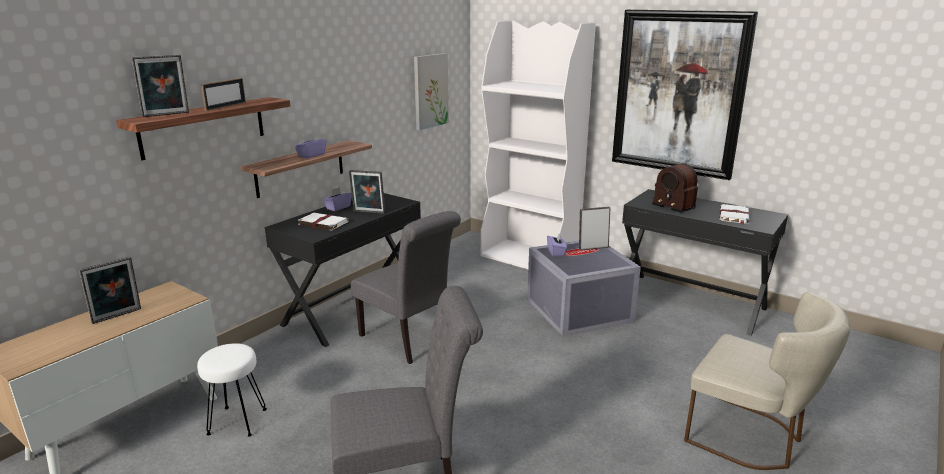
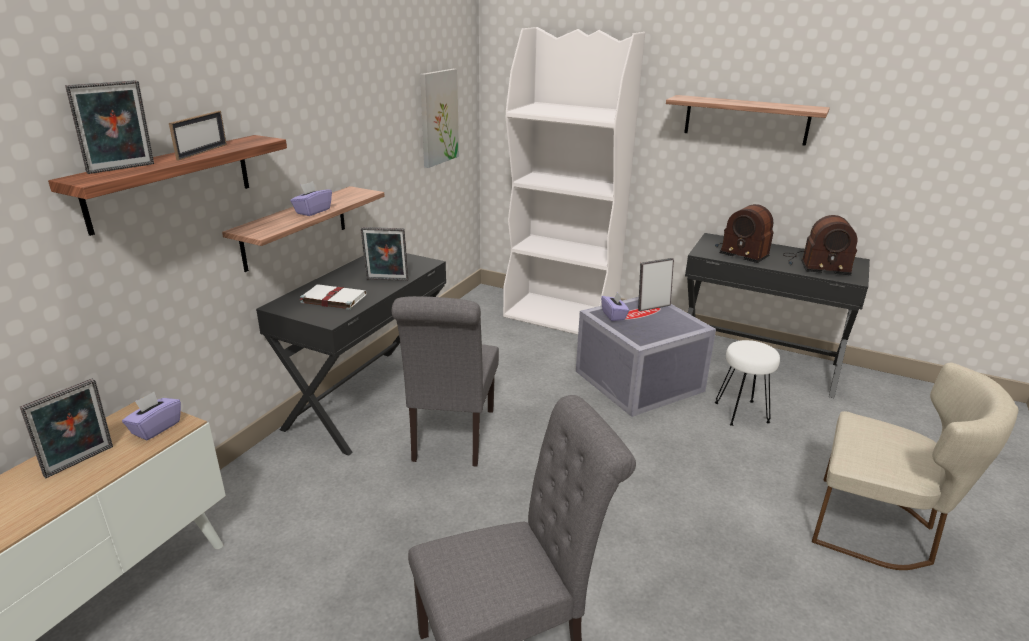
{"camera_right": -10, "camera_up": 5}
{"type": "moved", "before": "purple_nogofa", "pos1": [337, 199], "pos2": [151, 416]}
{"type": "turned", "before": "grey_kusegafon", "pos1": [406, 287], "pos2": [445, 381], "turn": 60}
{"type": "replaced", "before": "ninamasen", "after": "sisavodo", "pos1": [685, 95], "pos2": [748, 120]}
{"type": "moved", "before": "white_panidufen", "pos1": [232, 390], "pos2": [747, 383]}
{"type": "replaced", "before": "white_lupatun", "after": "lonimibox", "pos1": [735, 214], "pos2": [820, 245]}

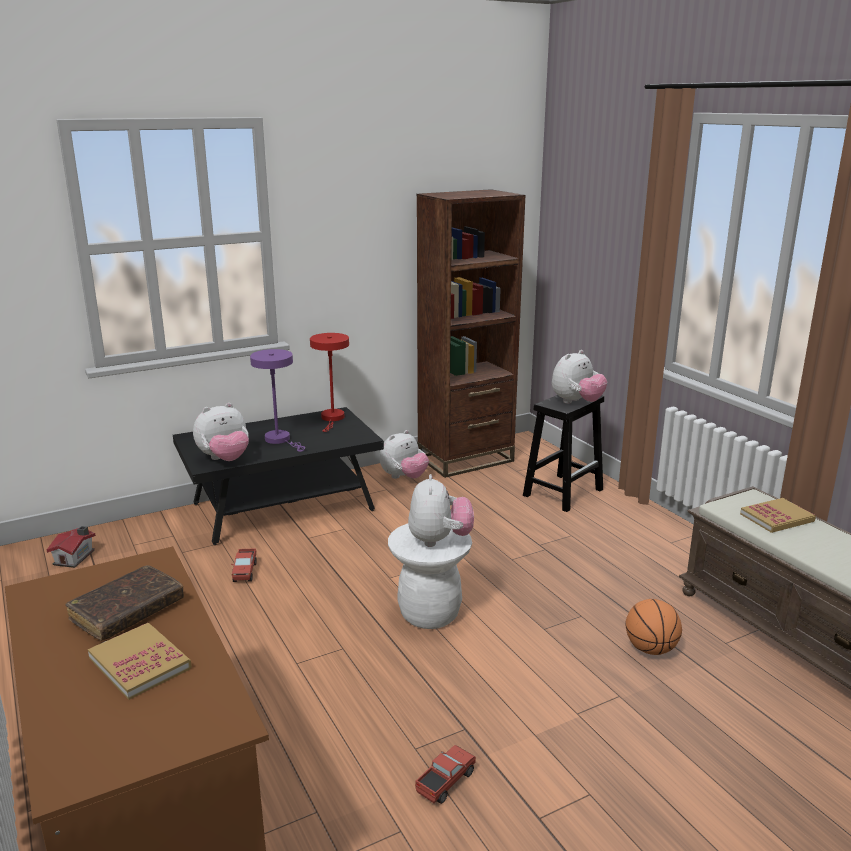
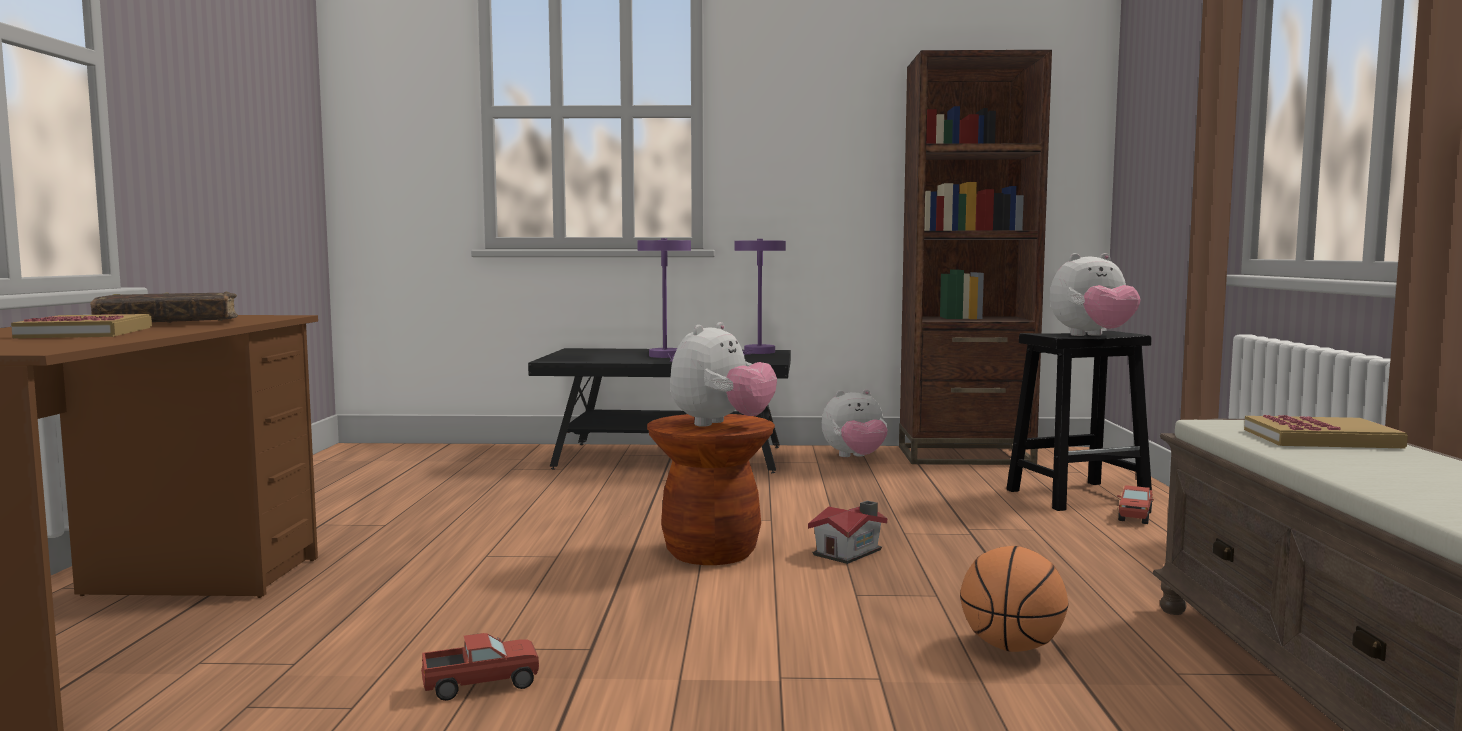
{"camera_right": 30, "camera_up": -15}
{"type": "recoloured", "before": "white_panidufen", "after": "brown_panidufen", "pos1": [430, 576], "pos2": [711, 489]}
{"type": "recoloured", "before": "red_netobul", "after": "purple_netobul", "pos1": [329, 382], "pos2": [760, 297]}
{"type": "moved", "before": "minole", "pos1": [71, 547], "pos2": [847, 532]}
{"type": "moved", "before": "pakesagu", "pos1": [244, 565], "pos2": [1135, 504]}
{"type": "removed", "before": "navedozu", "pos1": [221, 432]}

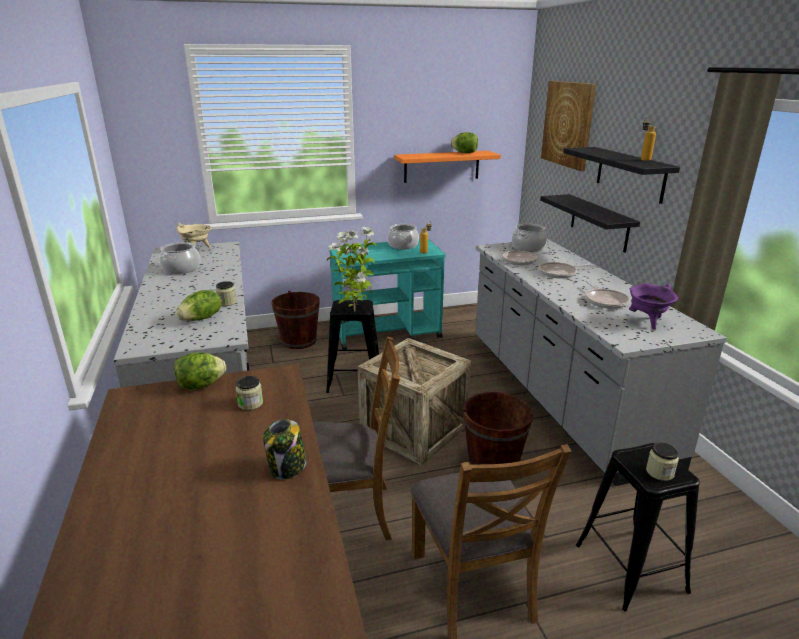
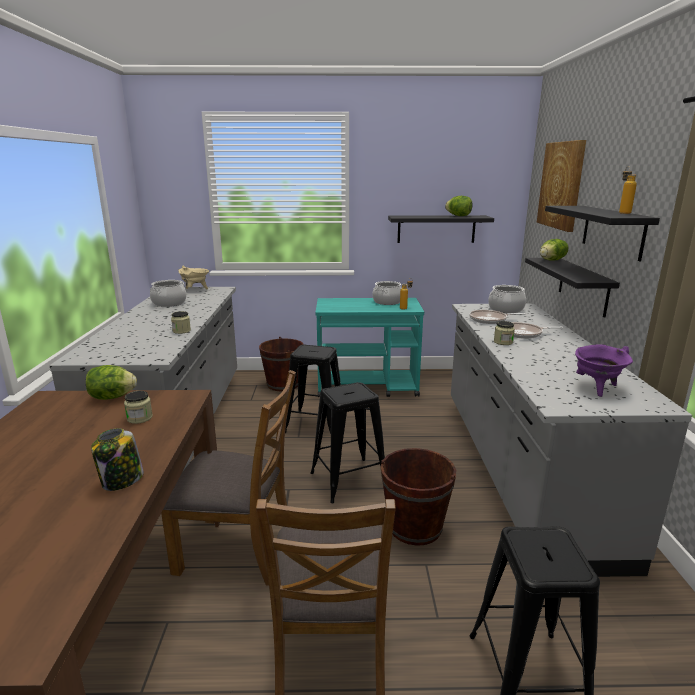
{"camera_right": 15, "camera_up": -5}
{"type": "replaced", "before": "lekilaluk", "after": "black_panidufen", "pos1": [414, 401], "pos2": [347, 442]}
{"type": "recoloured", "before": "orange_sisavodo", "after": "black_sisavodo", "pos1": [447, 167], "pos2": [441, 229]}
{"type": "moved", "before": "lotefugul", "pos1": [662, 462], "pos2": [504, 333]}
{"type": "moved", "before": "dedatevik", "pos1": [199, 305], "pos2": [554, 250]}
{"type": "removed", "before": "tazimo", "pos1": [351, 269]}
{"type": "removed", "before": "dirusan", "pos1": [607, 294]}

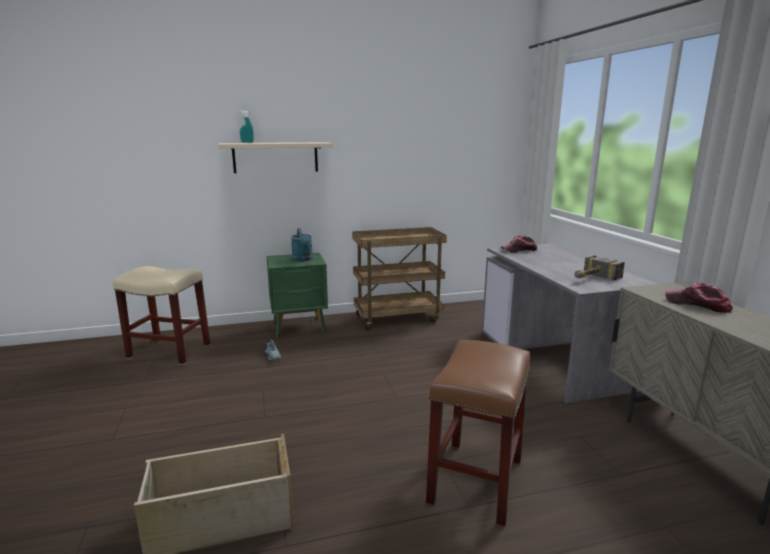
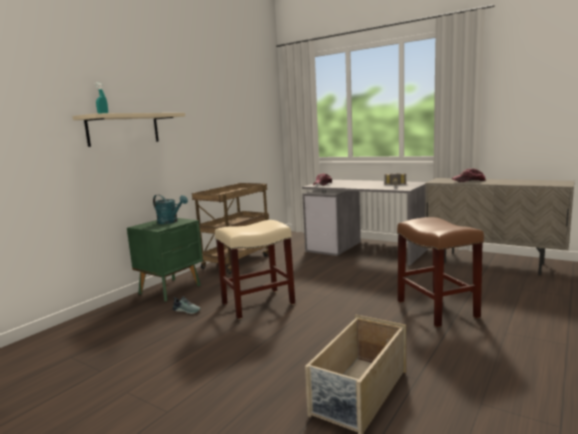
{"camera_right": -40, "camera_up": -5}
{"type": "moved", "before": "beige_panidufen", "pos1": [161, 315], "pos2": [255, 270]}

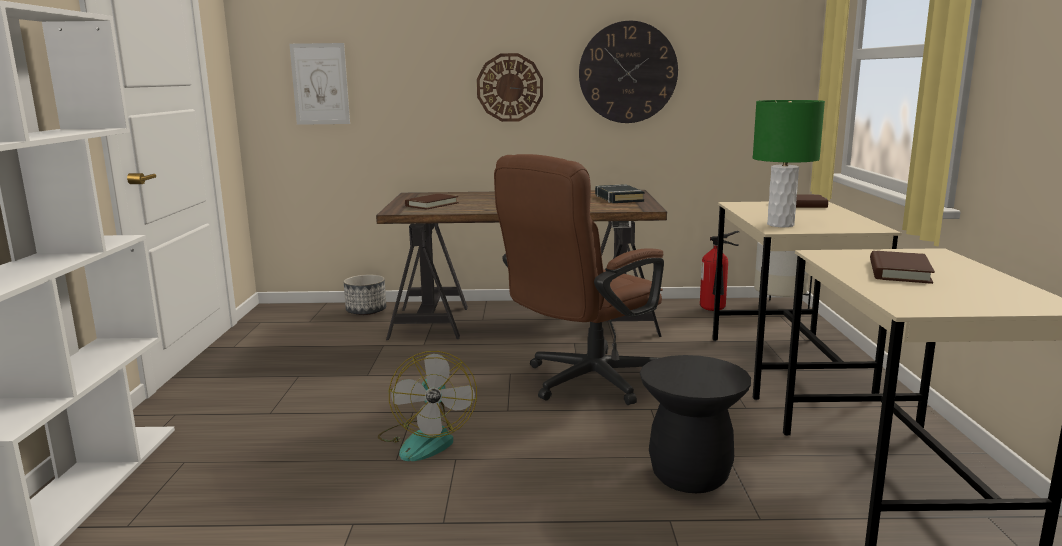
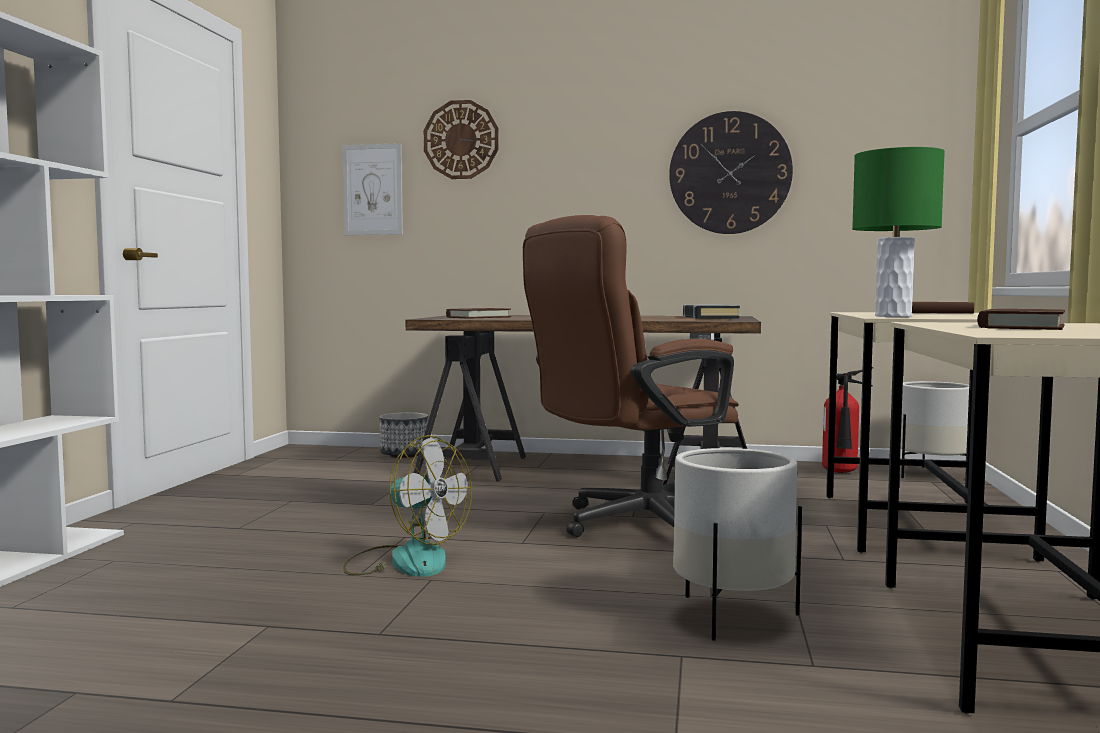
{"camera_right": 10, "camera_up": -10}
{"type": "turned", "before": "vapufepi", "pos1": [427, 406], "pos2": [407, 506], "turn": -60}
{"type": "moved", "before": "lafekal", "pos1": [510, 87], "pos2": [461, 139]}
{"type": "replaced", "before": "black_panidufen", "after": "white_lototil", "pos1": [695, 424], "pos2": [737, 544]}

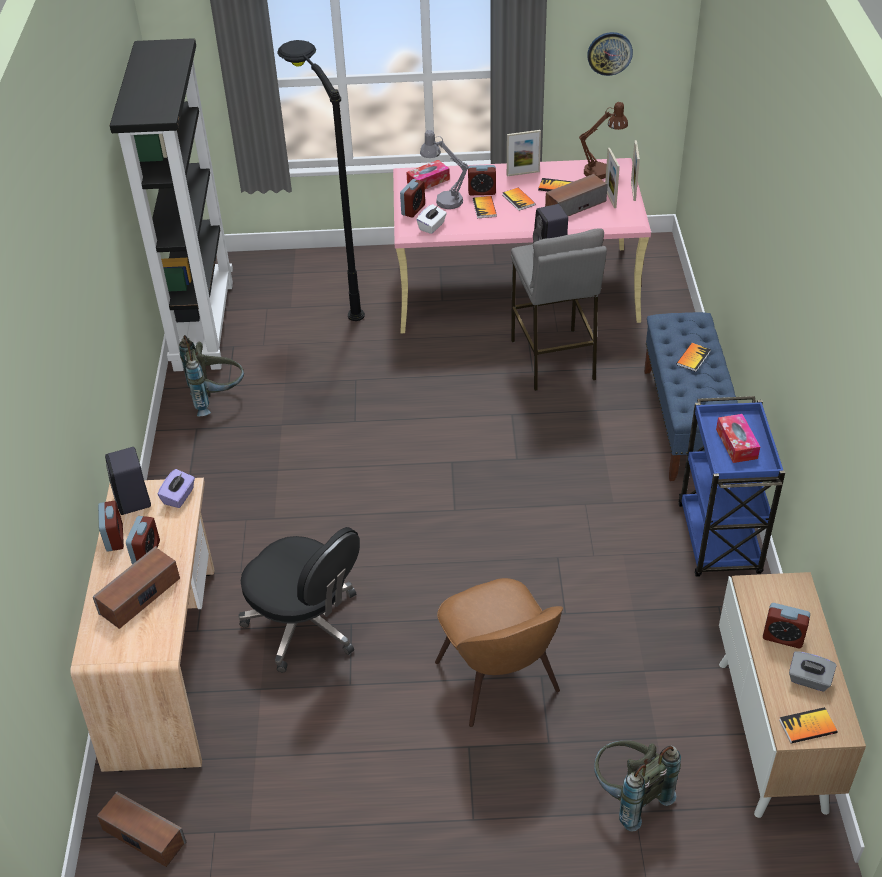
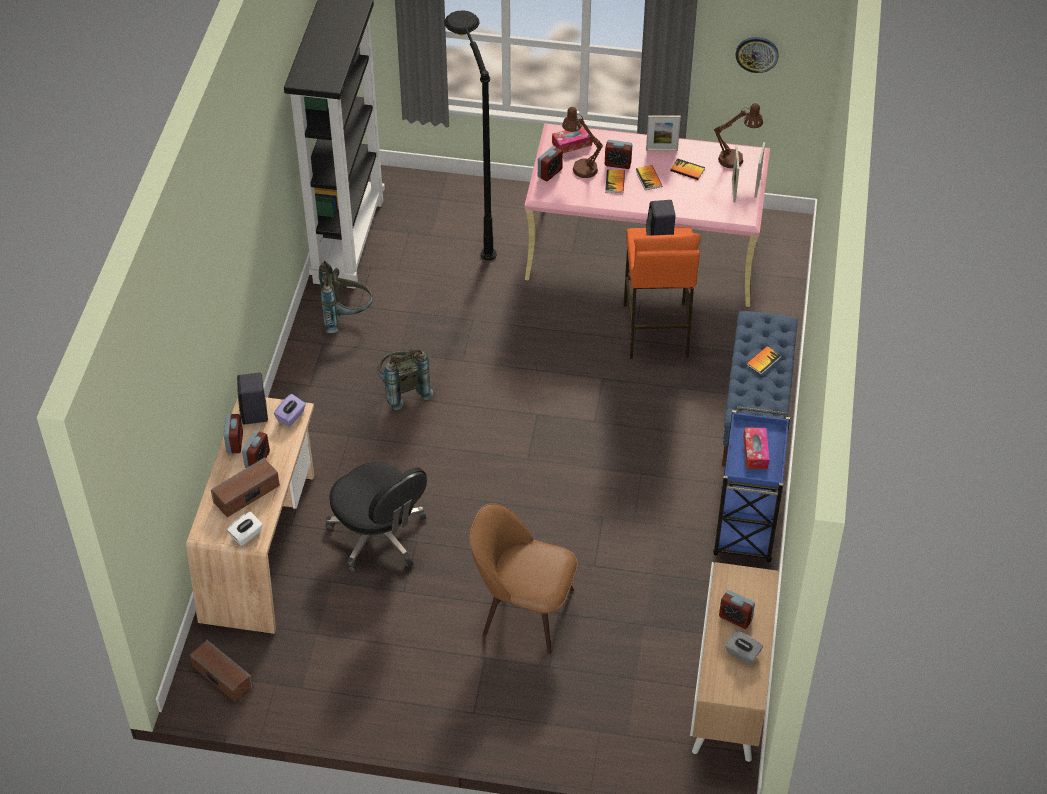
{"camera_right": 10, "camera_up": 5}
{"type": "moved", "before": "white_nogofa", "pos1": [431, 219], "pos2": [245, 529]}
{"type": "moved", "before": "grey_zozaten", "pos1": [637, 786], "pos2": [405, 379]}
{"type": "turned", "before": "brown_kusegafon", "pos1": [499, 652], "pos2": [523, 578], "turn": 120}
{"type": "recoloured", "before": "grey_netobul", "after": "brown_netobul", "pos1": [444, 169], "pos2": [582, 142]}
{"type": "recoloured", "before": "grey_panidufen", "after": "orange_panidufen", "pos1": [559, 309], "pos2": [662, 293]}
{"type": "removed", "before": "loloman", "pos1": [576, 195]}
{"type": "removed", "before": "lupatun", "pos1": [808, 725]}

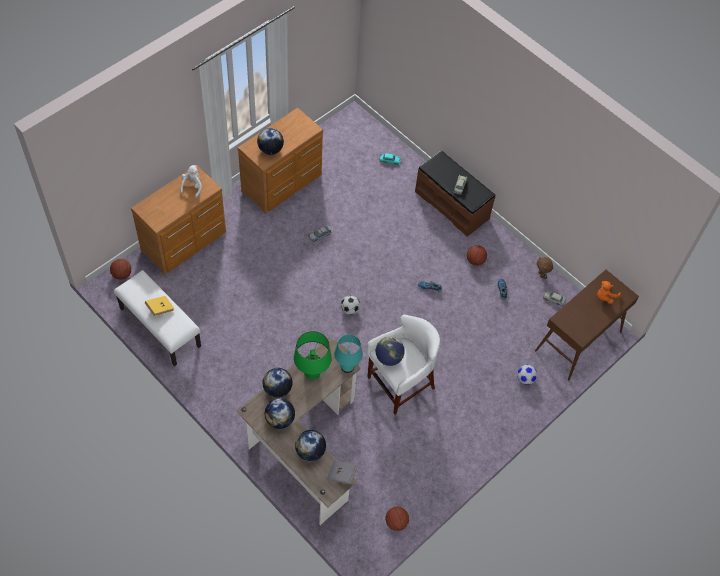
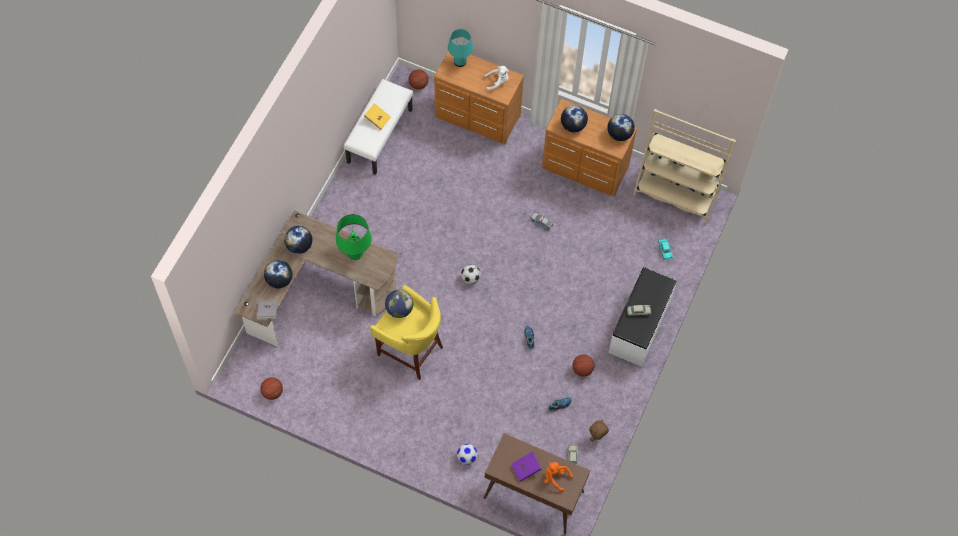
{"camera_right": 70, "camera_up": 5}
{"type": "recoloured", "before": "white_panidufen", "after": "yellow_panidufen", "pos1": [403, 364], "pos2": [406, 332]}
{"type": "moved", "before": "turquoise_netobul", "pos1": [348, 354], "pos2": [460, 48]}
{"type": "added", "after": "purple_lupatun", "pos2": [526, 467]}
{"type": "moved", "before": "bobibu", "pos1": [277, 383], "pos2": [621, 127]}
{"type": "recoloured", "before": "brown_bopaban", "after": "white_bopaban", "pos1": [455, 193], "pos2": [642, 317]}
{"type": "added", "after": "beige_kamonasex", "pos2": [684, 167]}

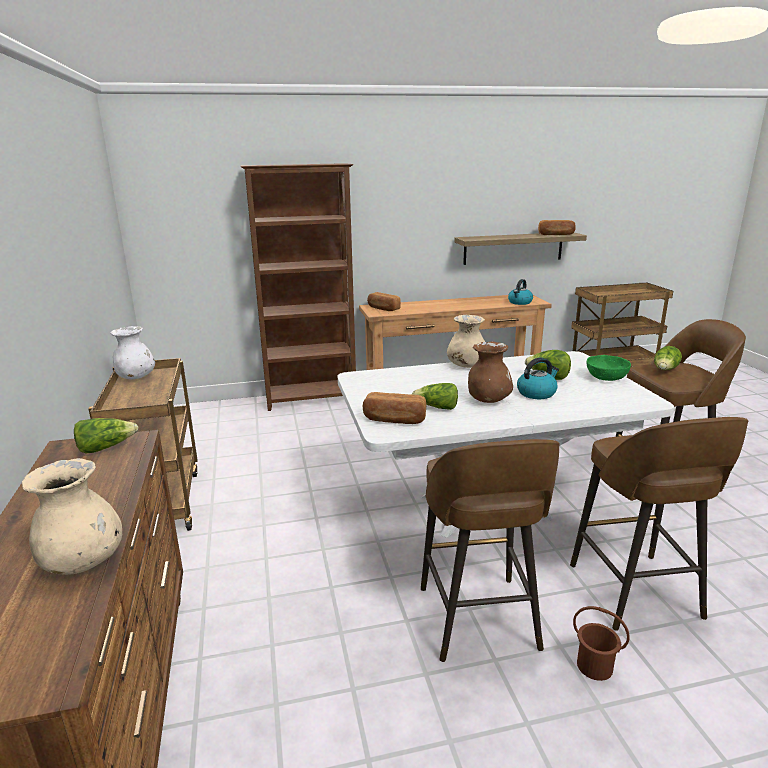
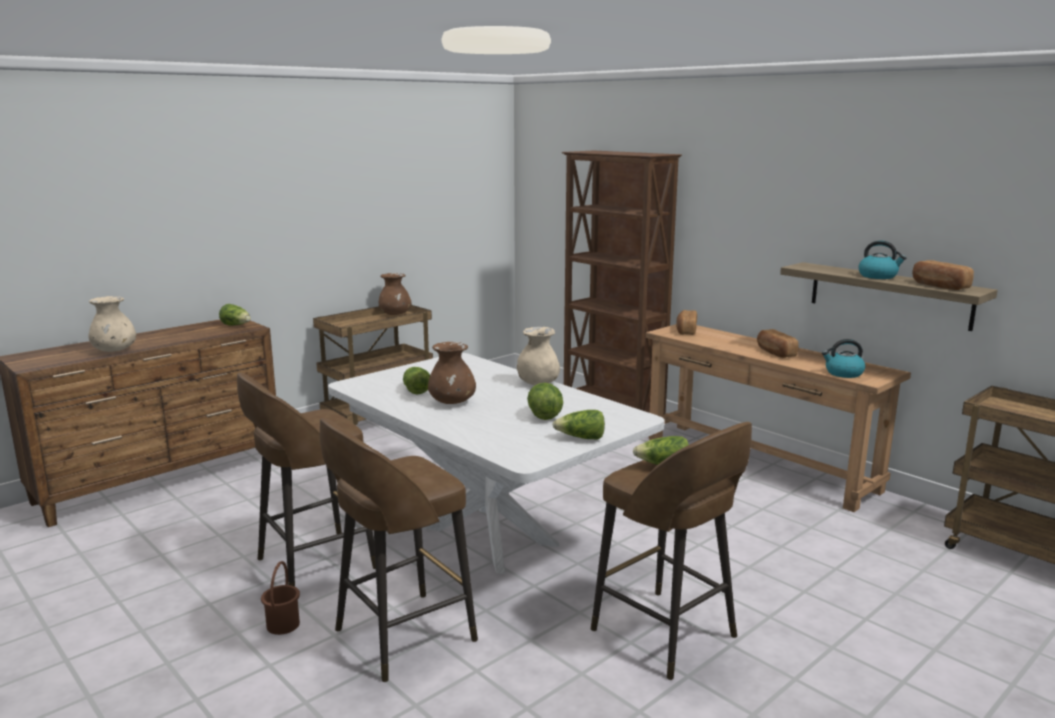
{"camera_right": 60, "camera_up": -5}
{"type": "recoloured", "before": "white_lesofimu", "after": "brown_lesofimu", "pos1": [132, 352], "pos2": [395, 294]}
{"type": "replaced", "before": "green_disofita", "after": "dedatevik", "pos1": [609, 368], "pos2": [578, 424]}
{"type": "moved", "before": "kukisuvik", "pos1": [394, 408], "pos2": [778, 343]}
{"type": "moved", "before": "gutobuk", "pos1": [538, 378], "pos2": [882, 259]}

